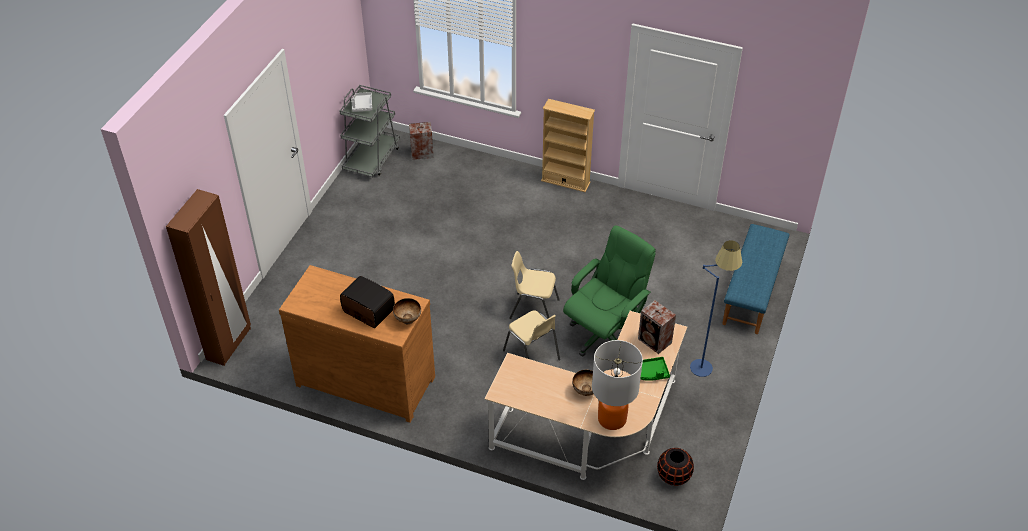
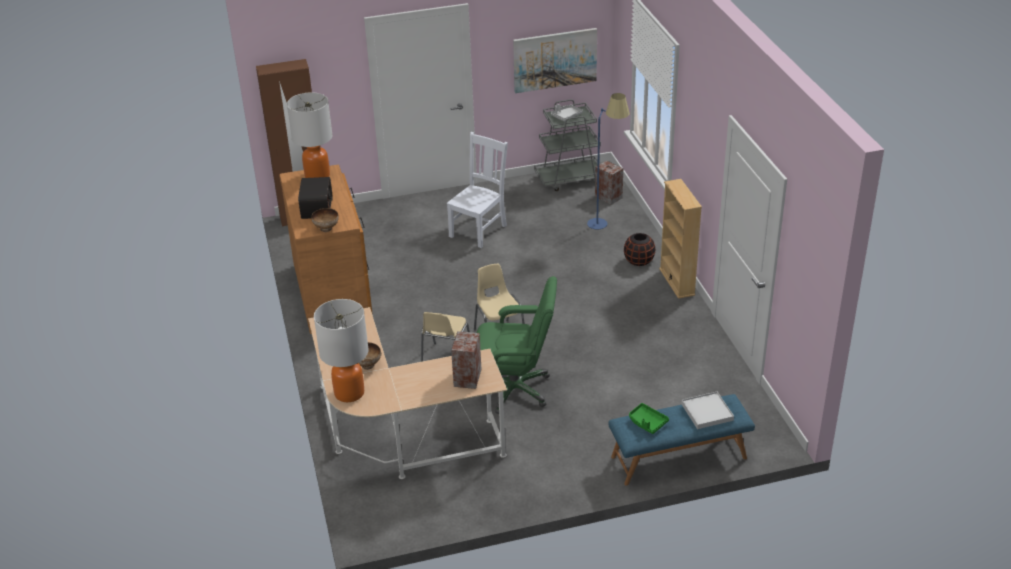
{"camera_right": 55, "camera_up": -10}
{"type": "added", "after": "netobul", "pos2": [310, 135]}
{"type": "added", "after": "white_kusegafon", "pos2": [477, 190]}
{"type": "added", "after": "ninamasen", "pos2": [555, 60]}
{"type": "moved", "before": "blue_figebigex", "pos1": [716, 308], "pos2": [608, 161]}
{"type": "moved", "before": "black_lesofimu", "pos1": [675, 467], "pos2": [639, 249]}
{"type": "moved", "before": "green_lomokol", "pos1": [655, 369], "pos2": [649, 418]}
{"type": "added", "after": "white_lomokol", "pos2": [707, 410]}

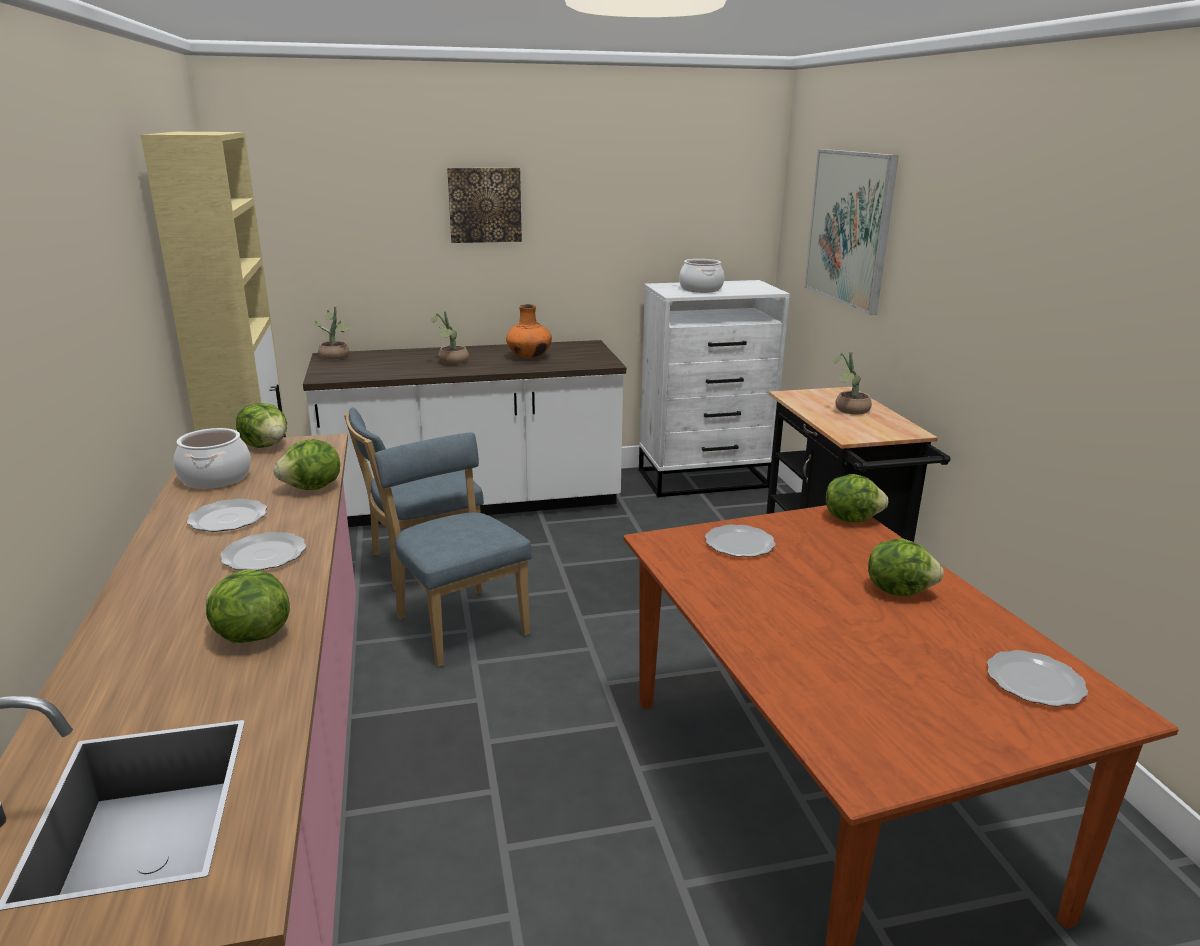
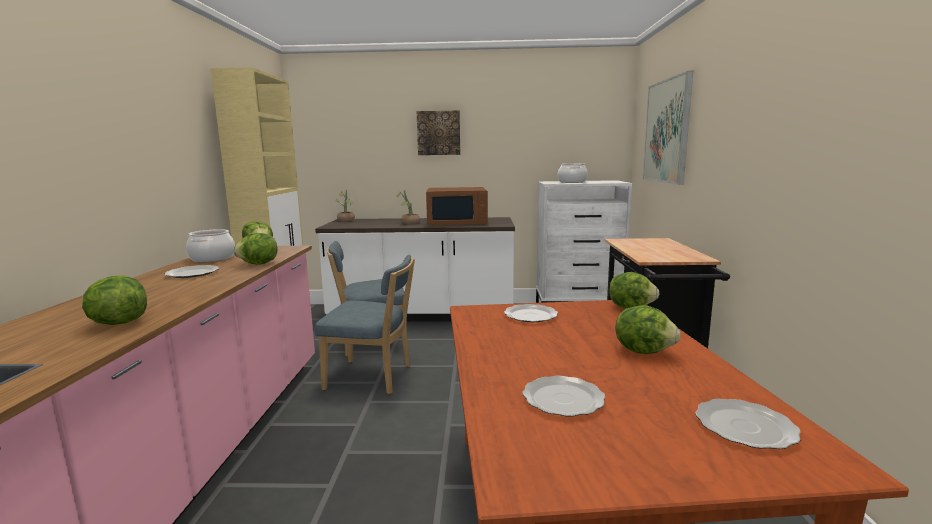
{"camera_right": 15, "camera_up": -10}
{"type": "turned", "before": "blue_kusegafon", "pos1": [453, 549], "pos2": [365, 324], "turn": 120}
{"type": "replaced", "before": "orange_lesofimu", "after": "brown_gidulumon", "pos1": [529, 331], "pos2": [457, 206]}
{"type": "moved", "before": "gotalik", "pos1": [263, 551], "pos2": [564, 396]}
{"type": "removed", "before": "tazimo", "pos1": [852, 383]}

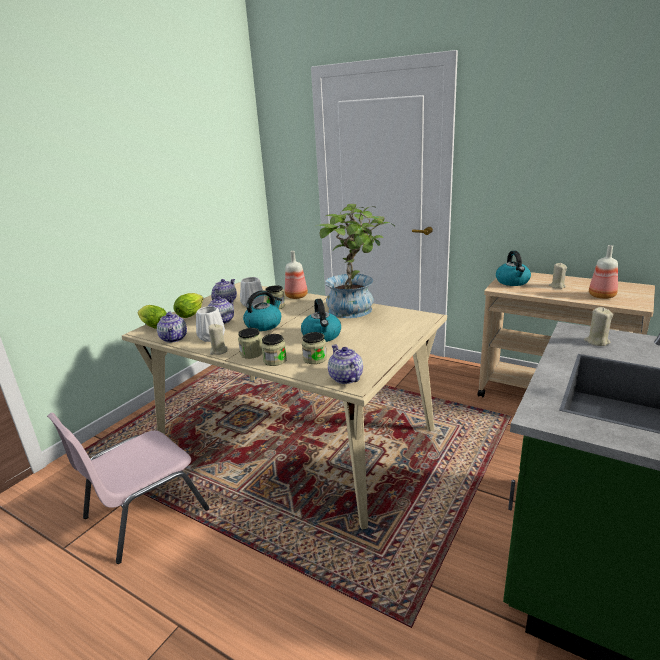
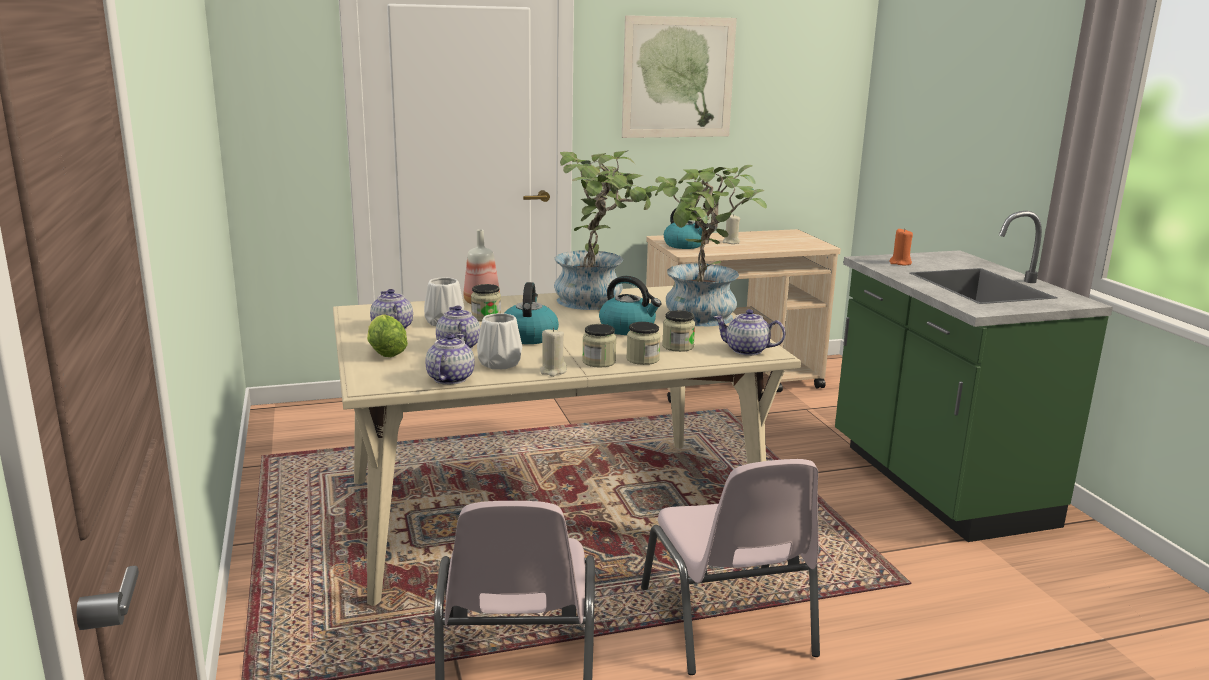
{"camera_right": -50, "camera_up": -5}
{"type": "turned", "before": "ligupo", "pos1": [172, 327], "pos2": [450, 359], "turn": -105}
{"type": "added", "after": "ninamasen", "pos2": [679, 76]}
{"type": "added", "after": "pink_kusegafon", "pos2": [730, 567]}
{"type": "added", "after": "tazimo", "pos2": [711, 246]}
{"type": "recoloured", "before": "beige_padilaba", "after": "orange_padilaba", "pos1": [598, 326], "pos2": [901, 247]}
{"type": "removed", "before": "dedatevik", "pos1": [152, 317]}
{"type": "removed", "before": "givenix", "pos1": [603, 272]}

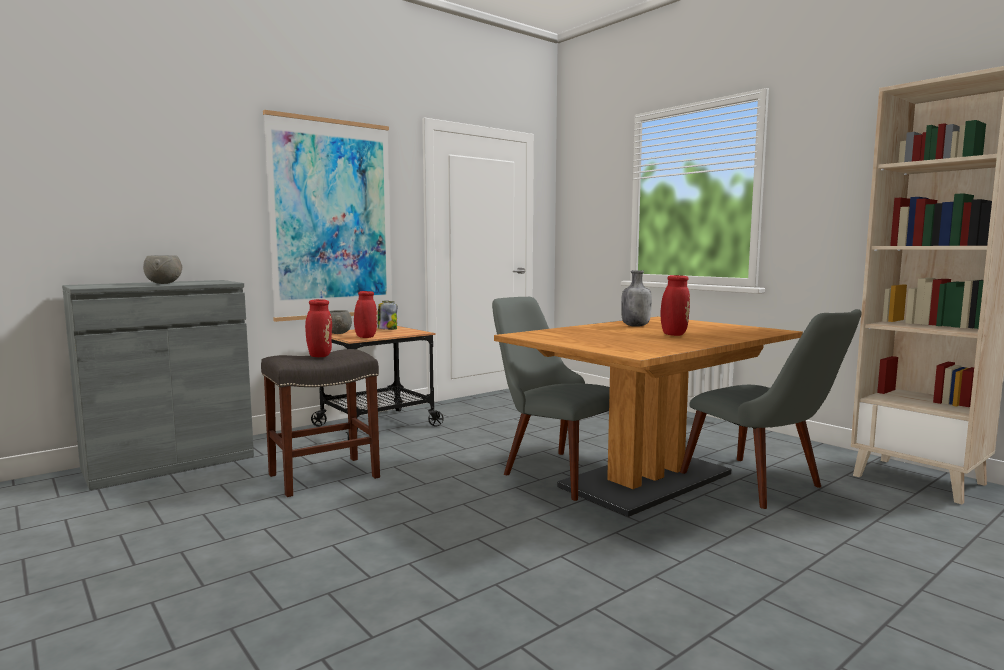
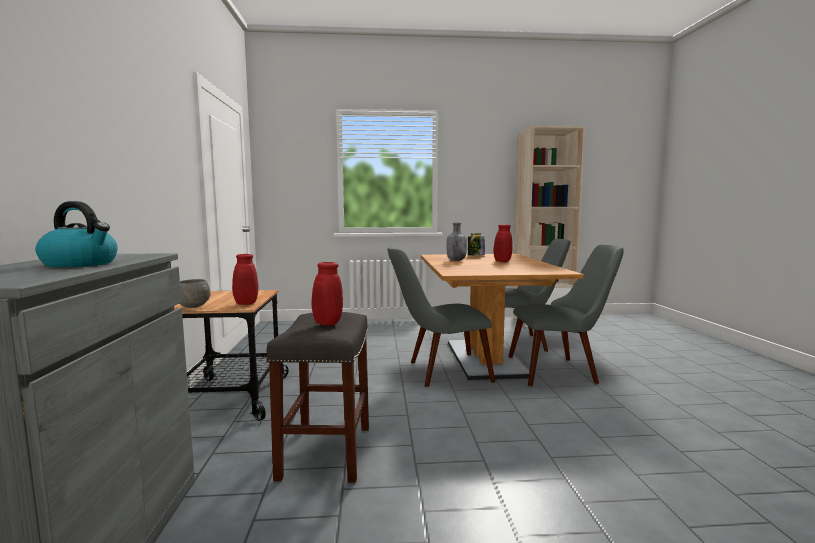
{"camera_right": -55, "camera_up": 0}
{"type": "replaced", "before": "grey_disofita", "after": "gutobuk", "pos1": [162, 269], "pos2": [76, 234]}
{"type": "moved", "before": "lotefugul", "pos1": [387, 315], "pos2": [476, 244]}
{"type": "added", "after": "grey_kusegafon", "pos2": [566, 315]}
{"type": "removed", "before": "ninamasen", "pos1": [327, 216]}

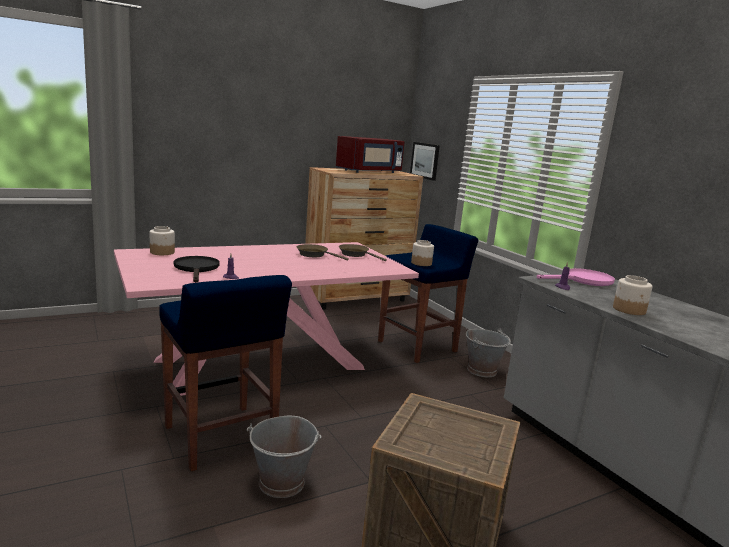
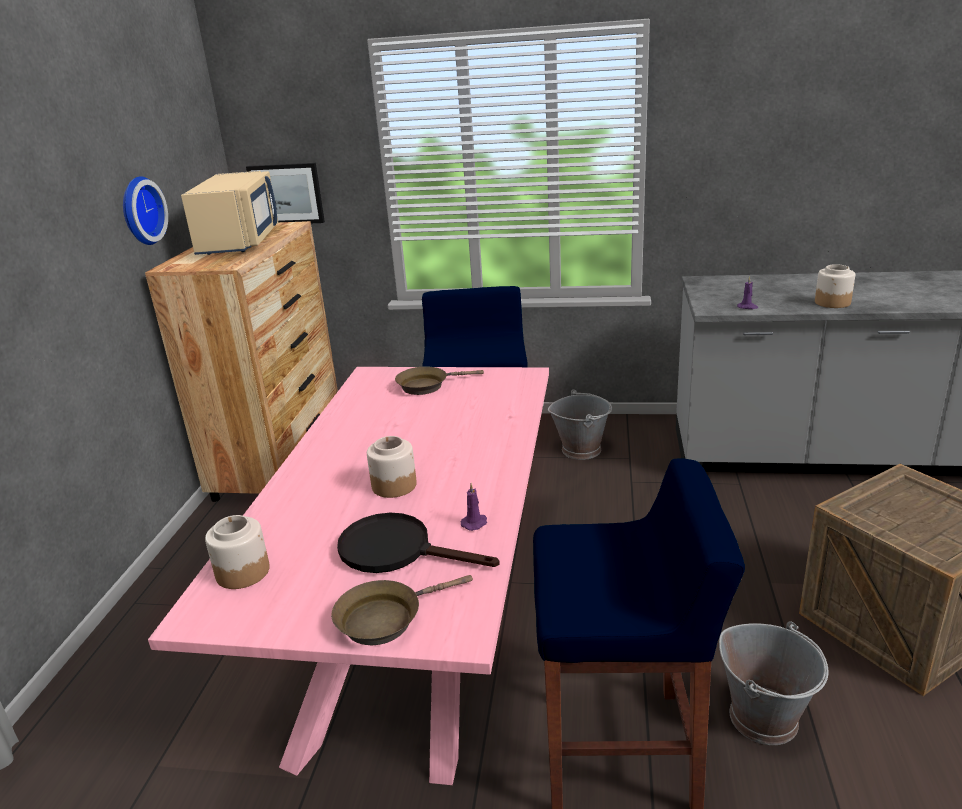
{"camera_right": -50, "camera_up": 10}
{"type": "added", "after": "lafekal", "pos2": [145, 210]}
{"type": "recoloured", "before": "red_gidulumon", "after": "beige_gidulumon", "pos1": [370, 154], "pos2": [229, 213]}
{"type": "moved", "before": "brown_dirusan", "pos1": [322, 252], "pos2": [402, 610]}
{"type": "moved", "before": "lotefugul", "pos1": [422, 253], "pos2": [392, 467]}
{"type": "removed", "before": "pink_dirusan", "pos1": [575, 277]}

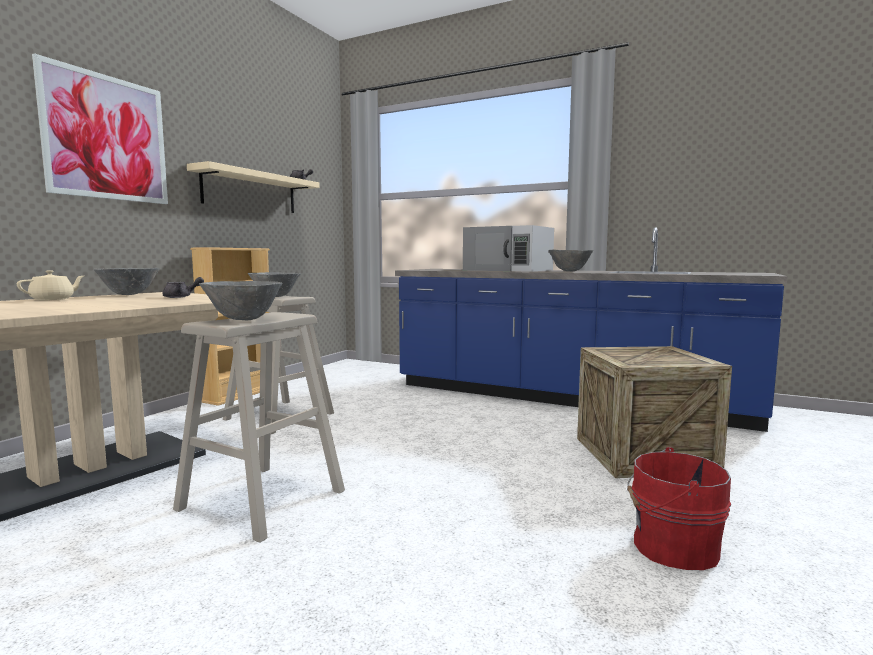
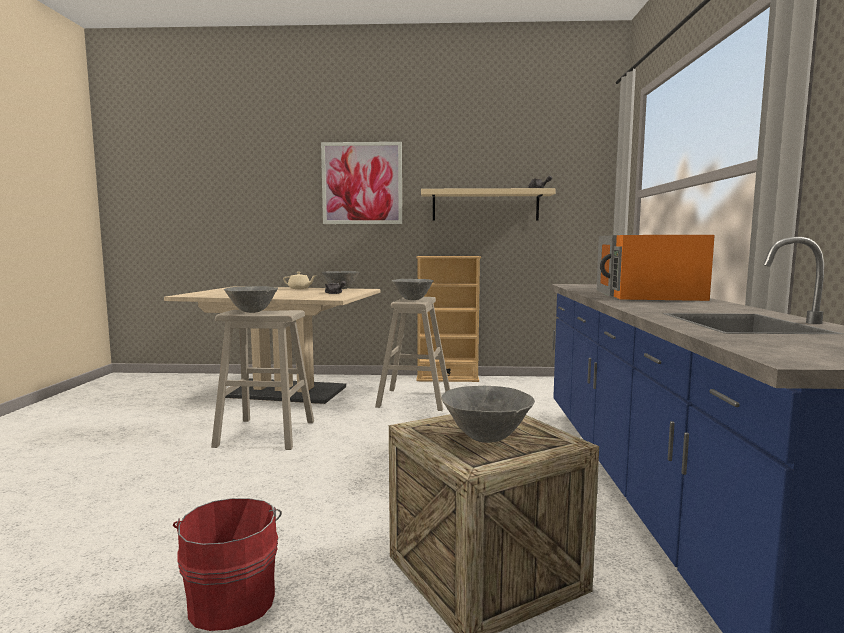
{"camera_right": 65, "camera_up": 0}
{"type": "moved", "before": "grey_disofita", "pos1": [570, 260], "pos2": [488, 414]}
{"type": "recoloured", "before": "white_gidulumon", "after": "orange_gidulumon", "pos1": [508, 248], "pos2": [655, 268]}

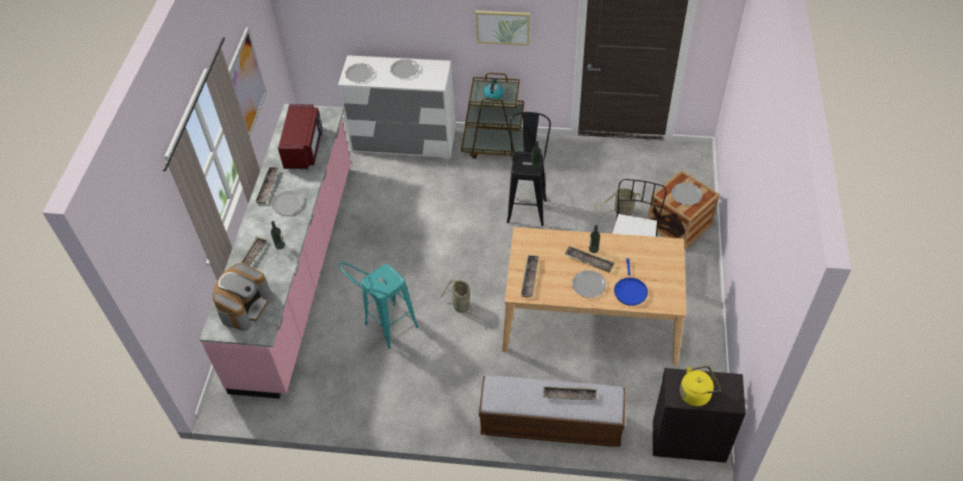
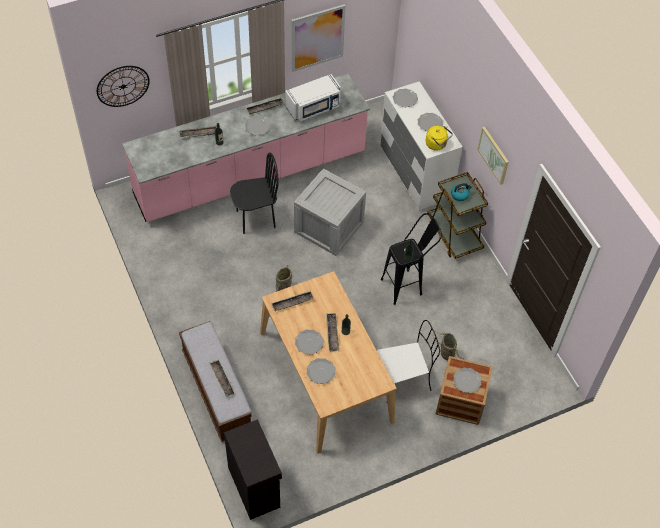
{"camera_right": 55, "camera_up": 5}
{"type": "added", "after": "lafekal", "pos2": [123, 86]}
{"type": "added", "after": "black_kusegafon", "pos2": [254, 193]}
{"type": "recoloured", "before": "red_gidulumon", "after": "white_gidulumon", "pos1": [300, 136], "pos2": [313, 97]}
{"type": "added", "after": "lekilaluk", "pos2": [330, 212]}
{"type": "replaced", "before": "blue_dirusan", "after": "gotalik", "pos1": [631, 282], "pos2": [321, 371]}
{"type": "moved", "before": "yellow_gutobuk", "pos1": [700, 386], "pos2": [439, 138]}
{"type": "removed", "before": "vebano", "pos1": [241, 297]}
{"type": "removed", "before": "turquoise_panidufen", "pos1": [379, 305]}

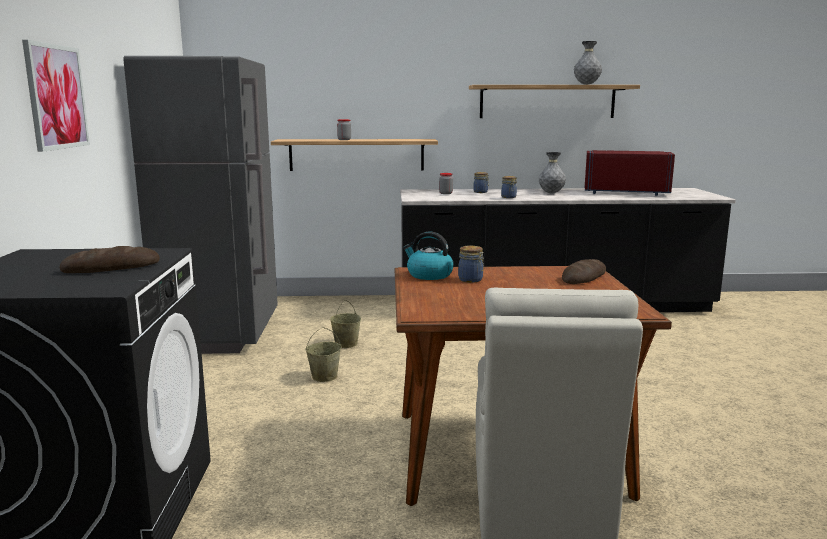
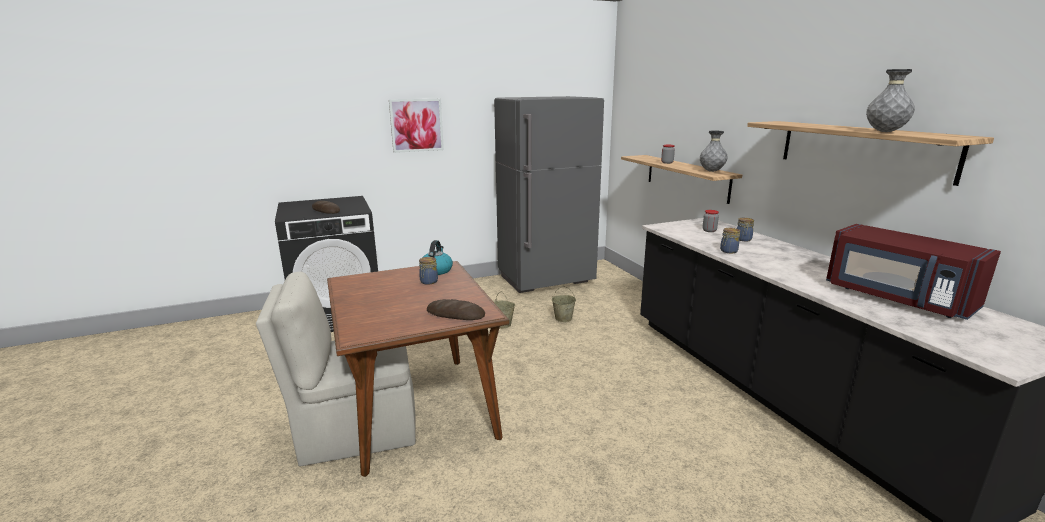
{"camera_right": 70, "camera_up": 5}
{"type": "moved", "before": "grey_lesofimu", "pos1": [552, 172], "pos2": [714, 151]}
{"type": "turned", "before": "red_gidulumon", "pos1": [630, 173], "pos2": [913, 272], "turn": 150}

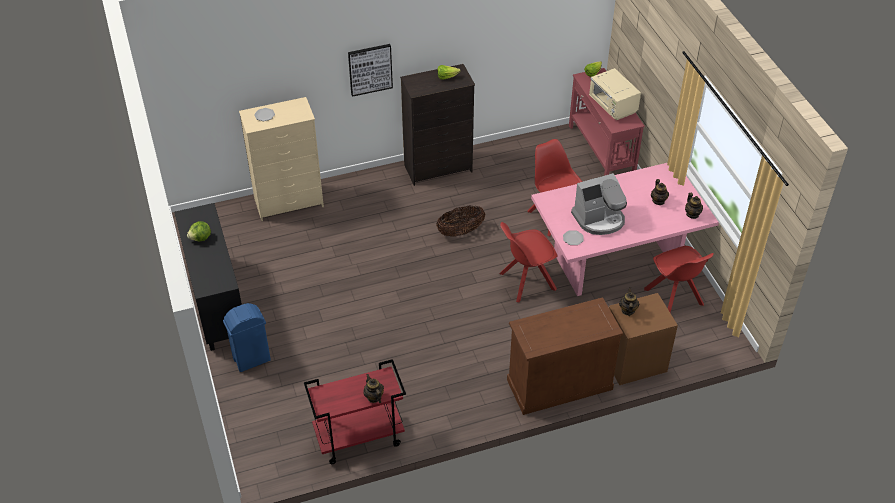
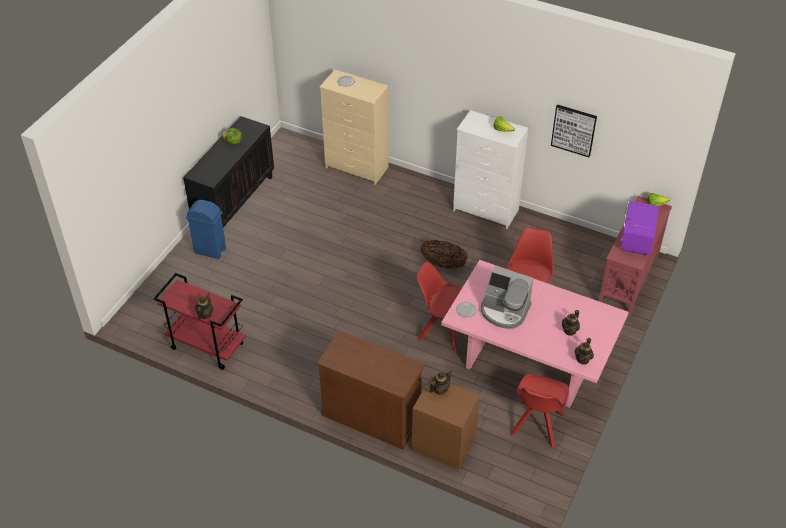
{"camera_right": 45, "camera_up": 0}
{"type": "recoloured", "before": "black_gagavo", "after": "white_gagavo", "pos1": [437, 125], "pos2": [491, 169]}
{"type": "moved", "before": "ninamasen", "pos1": [370, 70], "pos2": [574, 130]}
{"type": "recoloured", "before": "beige_gidulumon", "after": "purple_gidulumon", "pos1": [615, 94], "pos2": [640, 228]}

